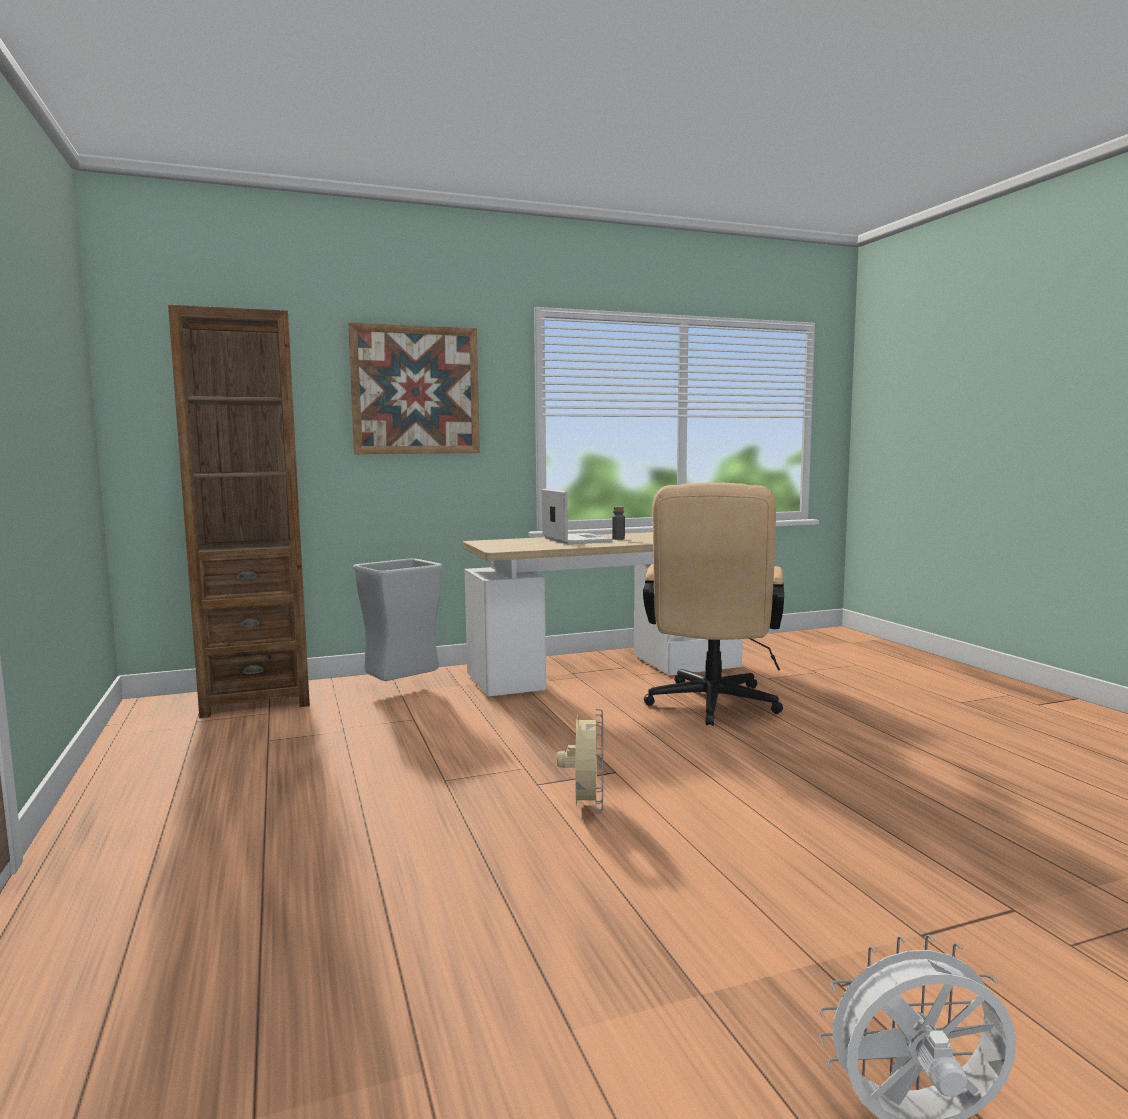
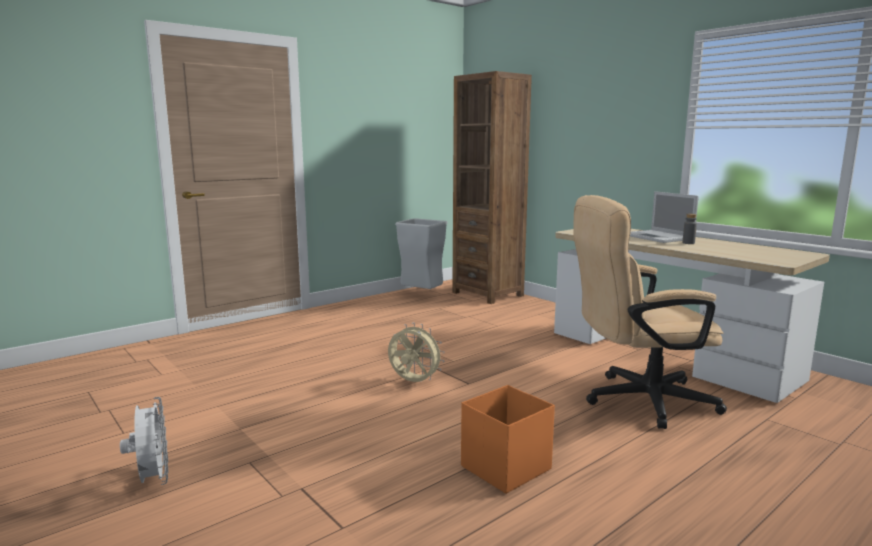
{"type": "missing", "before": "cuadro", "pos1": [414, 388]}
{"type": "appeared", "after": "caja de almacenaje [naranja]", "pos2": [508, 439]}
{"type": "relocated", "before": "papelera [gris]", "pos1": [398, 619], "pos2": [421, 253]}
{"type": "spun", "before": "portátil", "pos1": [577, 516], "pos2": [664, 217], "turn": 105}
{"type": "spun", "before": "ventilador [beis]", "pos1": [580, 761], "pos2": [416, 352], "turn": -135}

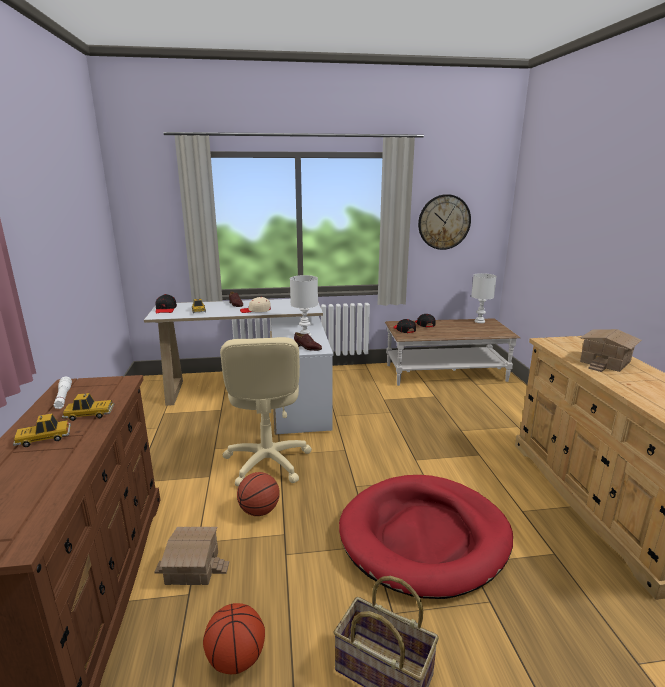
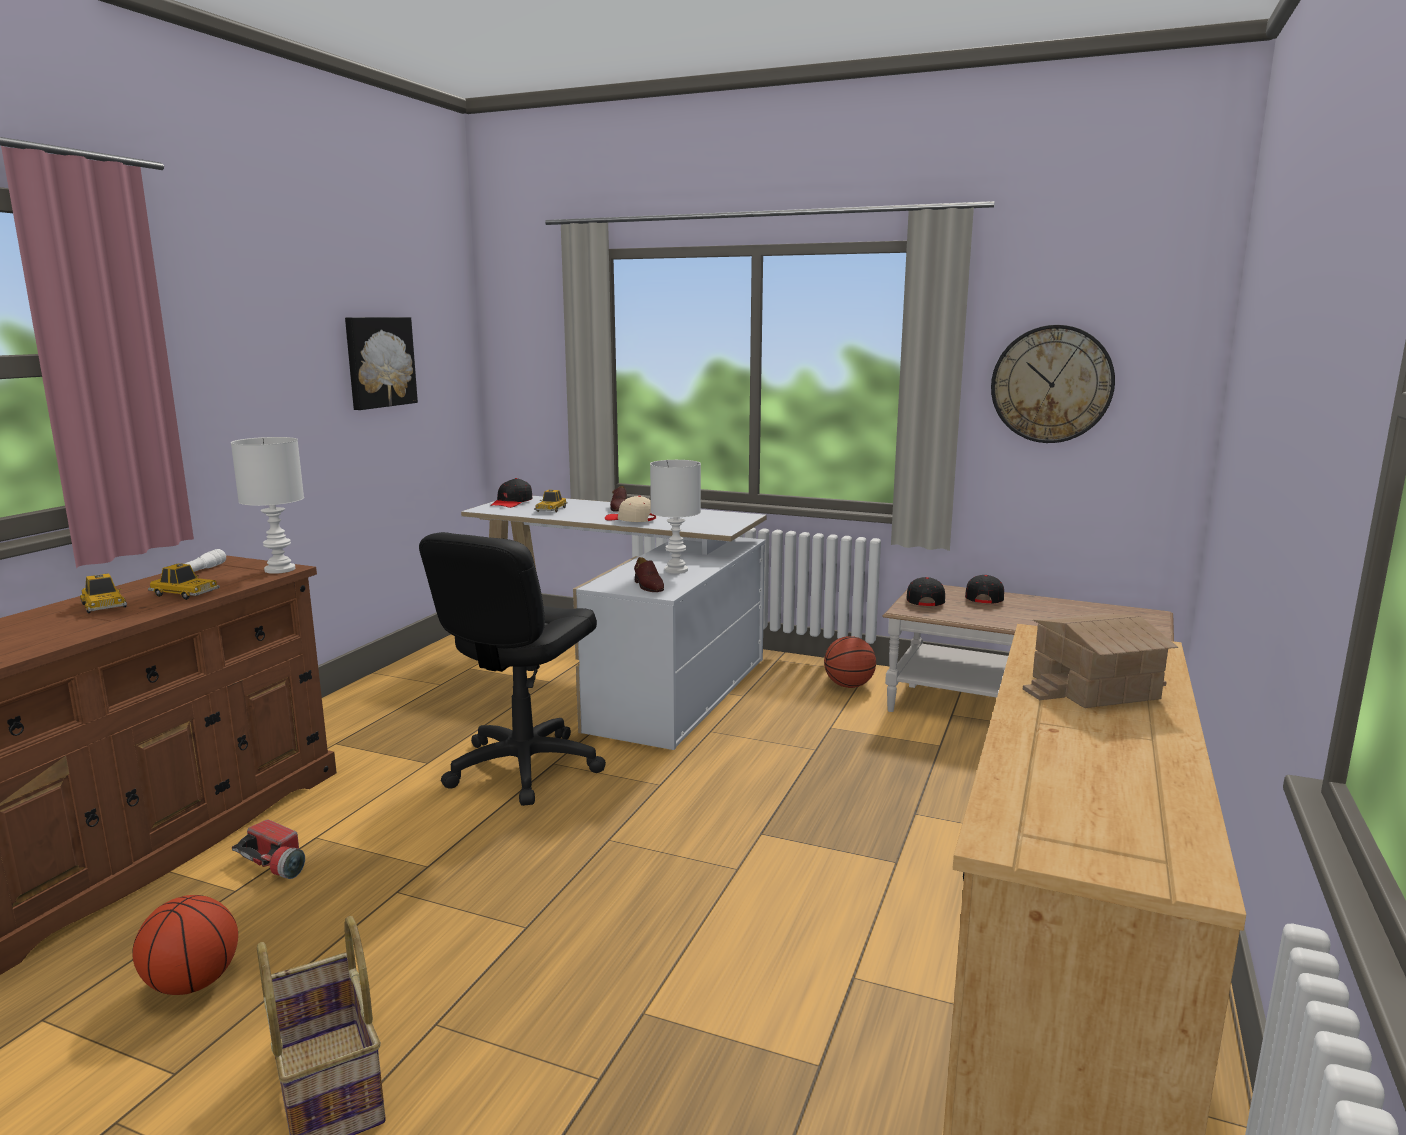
{"type": "missing", "before": "cama para perro [rojo]", "pos1": [426, 537]}
{"type": "appeared", "after": "cuadro", "pos2": [381, 363]}
{"type": "relocated", "before": "balón de baloncesto", "pos1": [258, 494], "pos2": [850, 662]}
{"type": "relocated", "before": "lámpara de mesa [blanco]", "pos1": [484, 298], "pos2": [267, 505]}
{"type": "exchanged", "before": "casita", "after": "linterna", "pos1": [191, 556], "pos2": [268, 849]}
{"type": "colour", "before": "silla de oficina [beis]", "after": "silla de oficina [negro]", "pos1": [266, 412], "pos2": [512, 669]}
{"type": "spun", "before": "coche de juguete", "pos1": [42, 430], "pos2": [103, 593], "turn": -135}

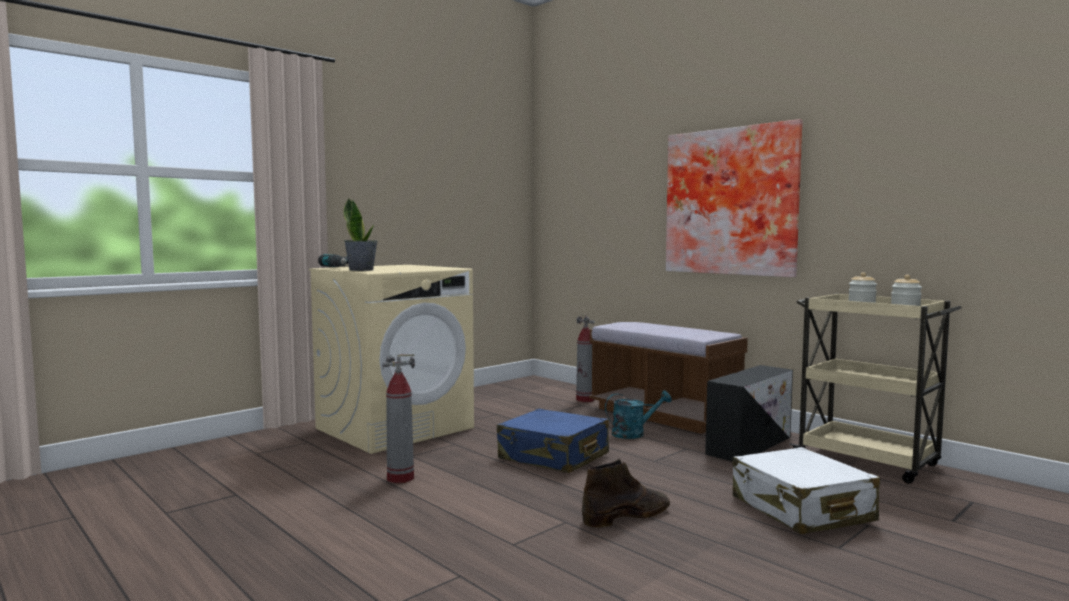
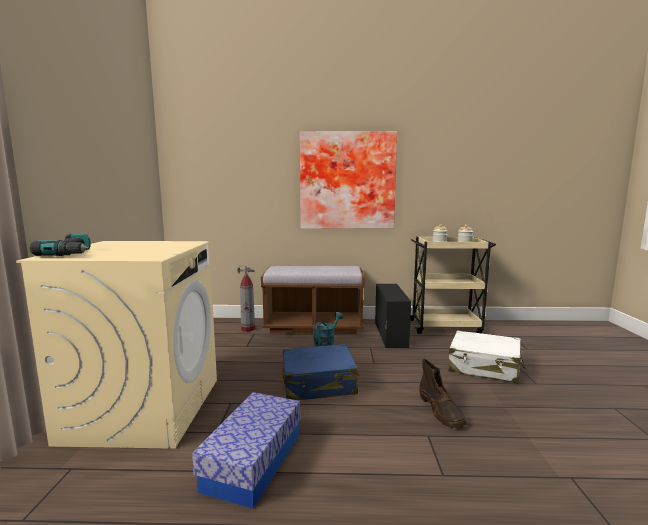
{"type": "missing", "before": "planta en maceta", "pos1": [360, 234]}
{"type": "exchanged", "before": "extintor", "after": "caja de almacenaje", "pos1": [398, 418], "pos2": [246, 450]}
{"type": "spun", "before": "bota [marrón]", "pos1": [626, 493], "pos2": [443, 393], "turn": 150}

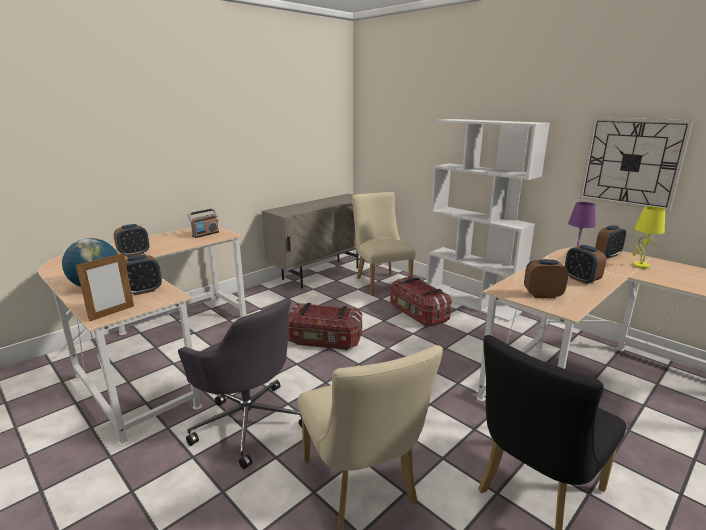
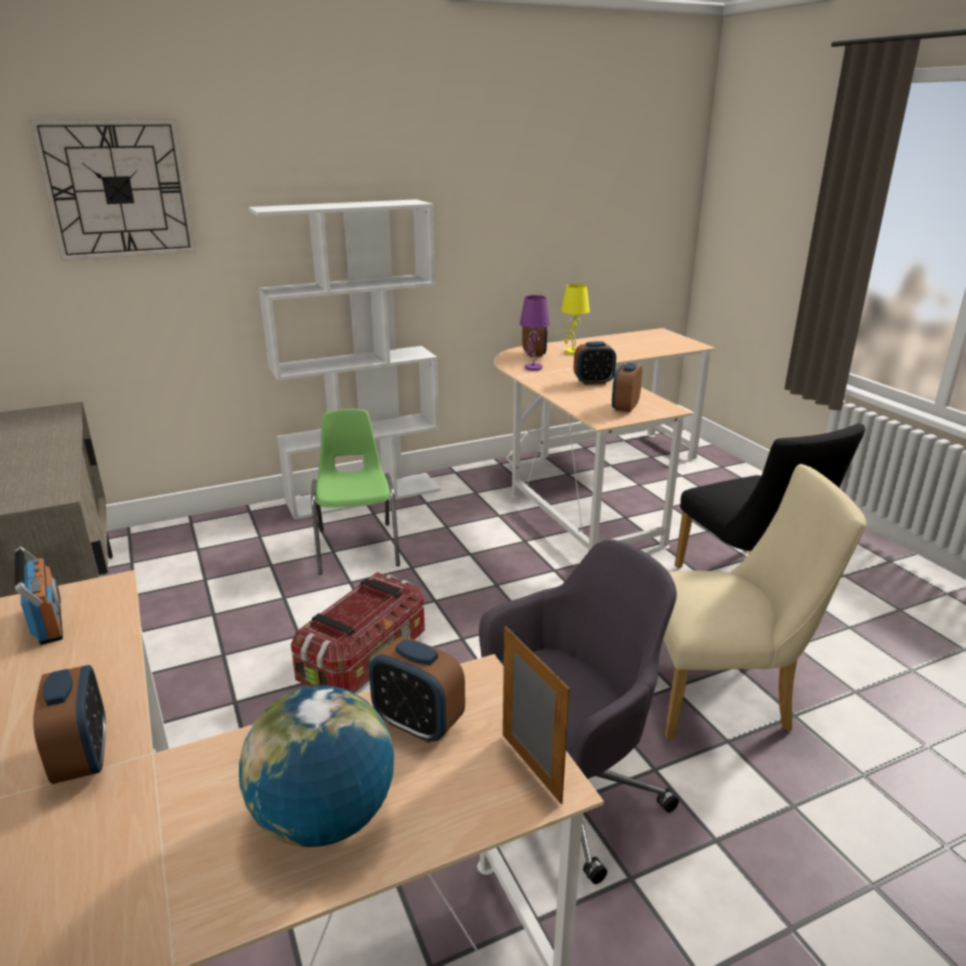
{"type": "missing", "before": "silla [beis]", "pos1": [383, 244]}
{"type": "relocated", "before": "reloj de pared", "pos1": [636, 164], "pos2": [112, 190]}
{"type": "exchanged", "before": "caja de almacenaje", "after": "silla [verde]", "pos1": [421, 301], "pos2": [355, 492]}
{"type": "spun", "before": "despertador", "pos1": [143, 275], "pos2": [417, 690], "turn": 135}

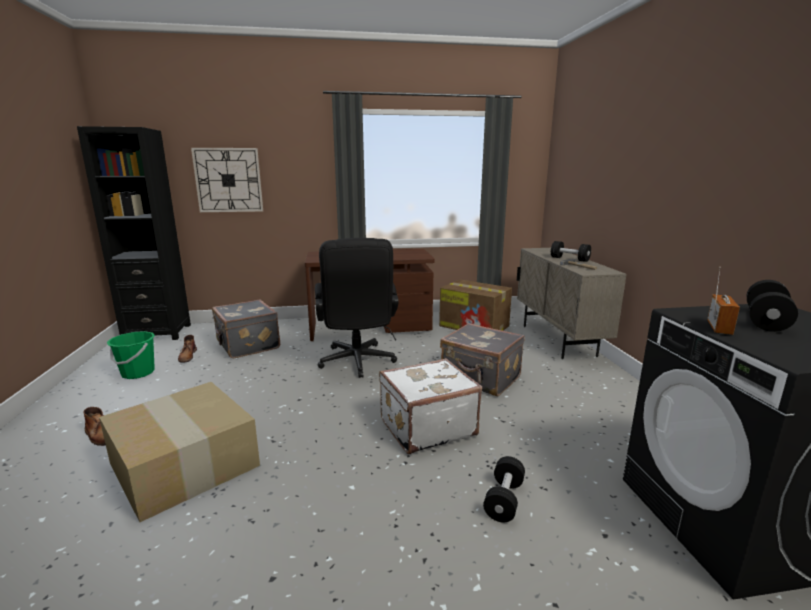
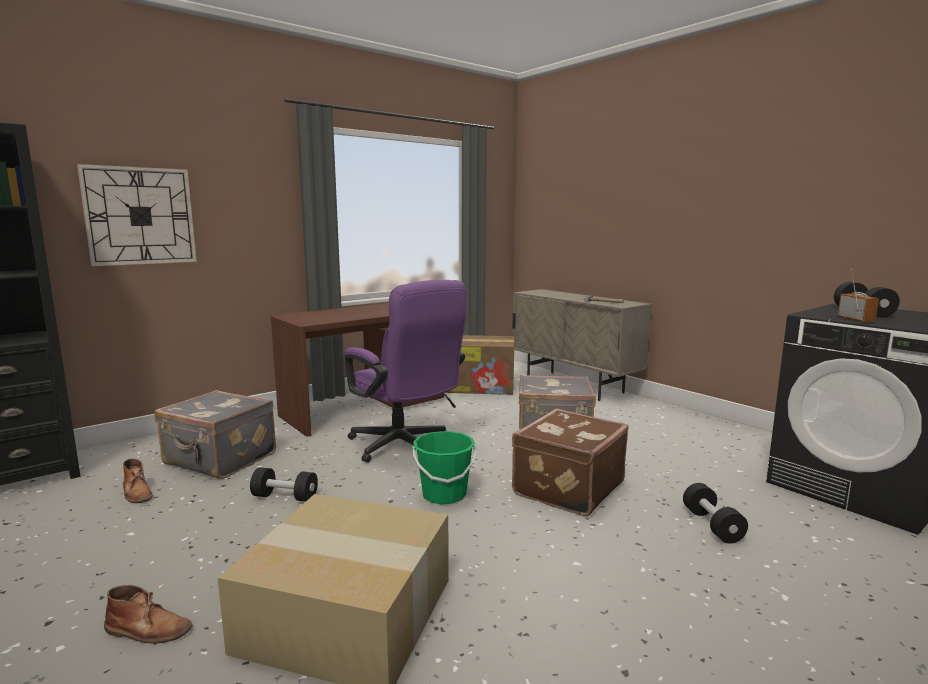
{"type": "relocated", "before": "cubo [verde]", "pos1": [131, 355], "pos2": [444, 468]}
{"type": "relocated", "before": "mancuerna [negro]", "pos1": [571, 251], "pos2": [284, 484]}
{"type": "colour", "before": "silla de oficina [negro]", "after": "silla de oficina [morado]", "pos1": [357, 308], "pos2": [406, 371]}
{"type": "colour", "before": "maleta [blanco]", "after": "maleta [marrón]", "pos1": [430, 406], "pos2": [570, 462]}

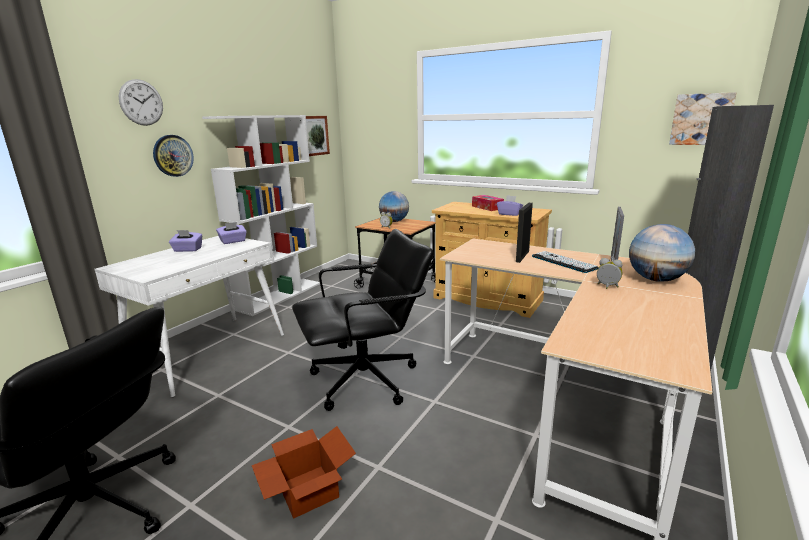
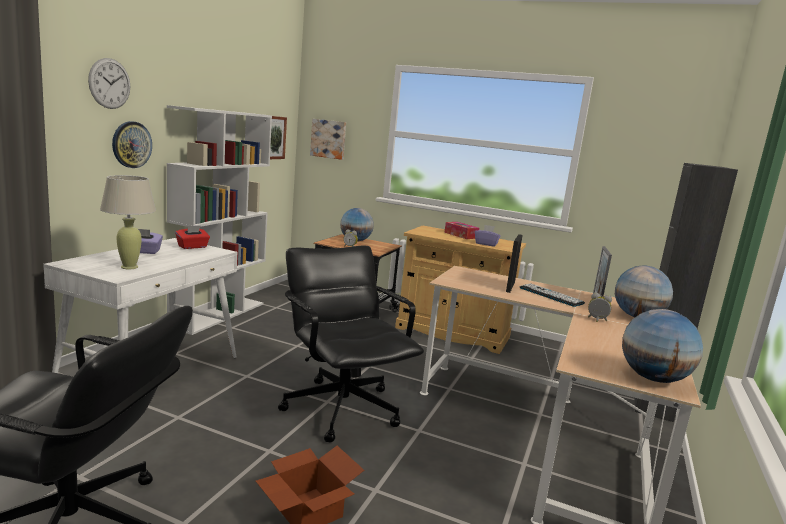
{"type": "appeared", "after": "lámpara de mesa [beis]", "pos2": [128, 222]}
{"type": "appeared", "after": "globo terráqueo", "pos2": [662, 346]}
{"type": "relocated", "before": "cuadro", "pos1": [703, 118], "pos2": [328, 139]}
{"type": "colour", "before": "caja de pañuelos [morado]", "after": "caja de pañuelos [rojo]", "pos1": [231, 233], "pos2": [192, 237]}
{"type": "spun", "before": "silla de oficina [negro]", "pos1": [363, 320], "pos2": [351, 344], "turn": -90}

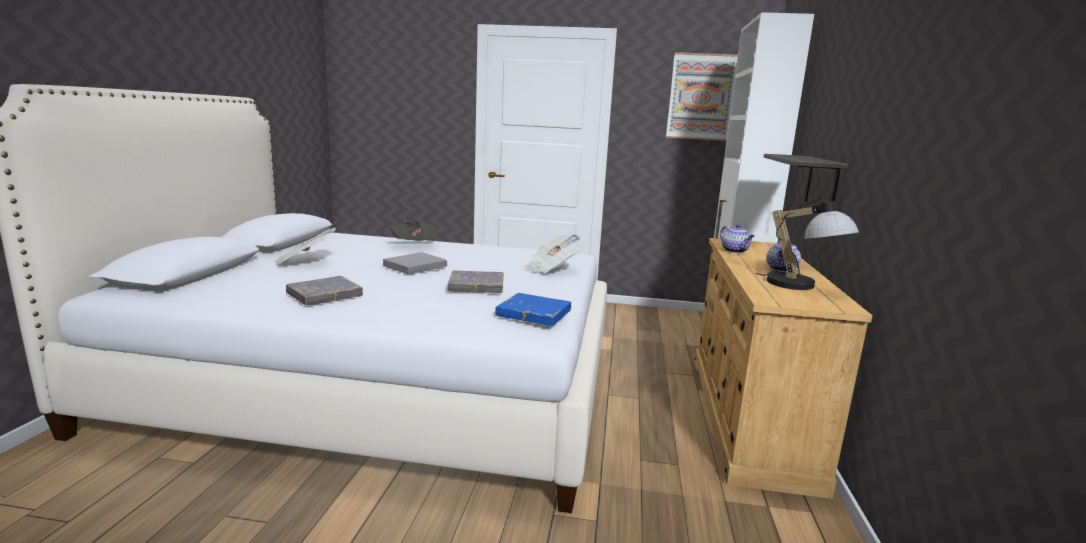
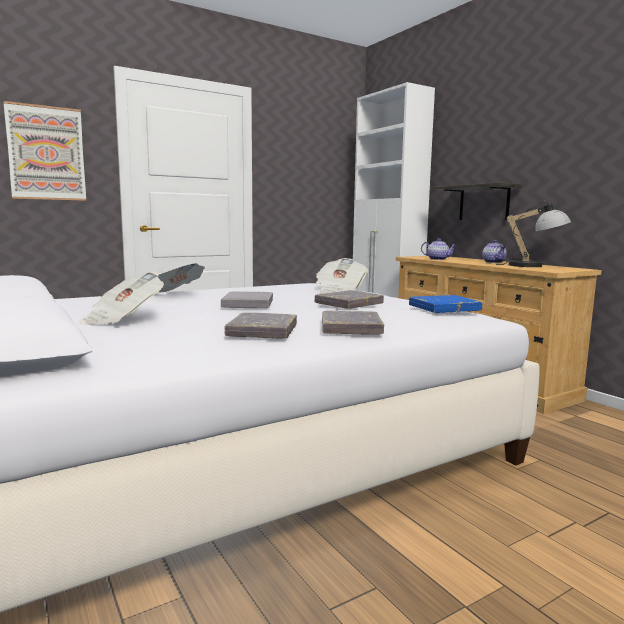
{"type": "appeared", "after": "libro [gris]", "pos2": [353, 323]}
{"type": "relocated", "before": "cuadro", "pos1": [702, 96], "pos2": [45, 151]}

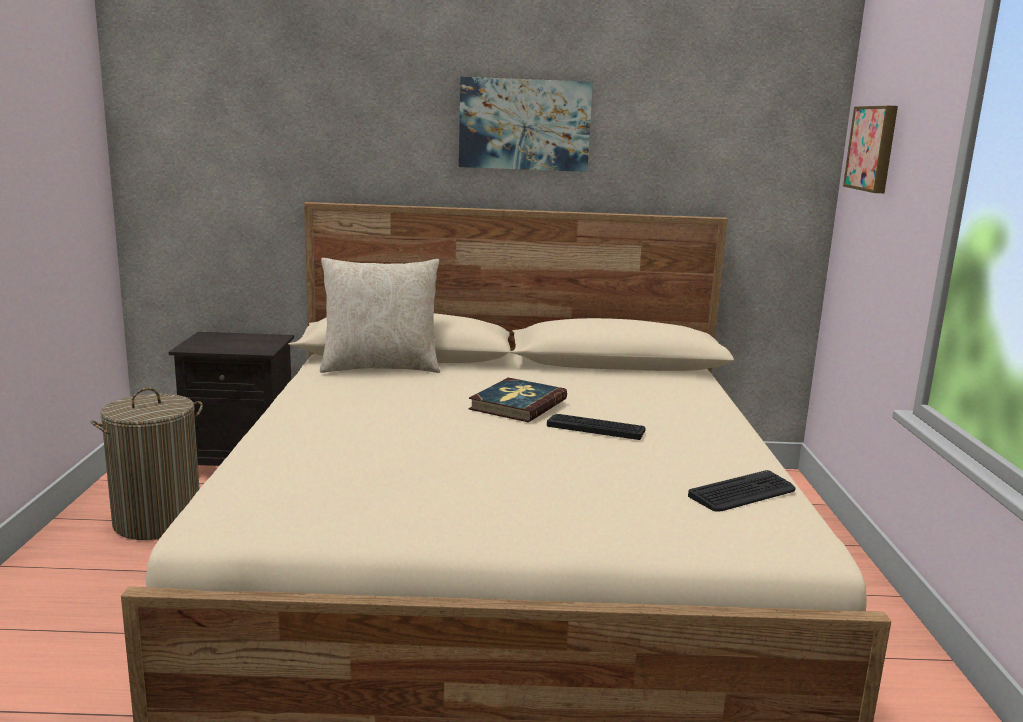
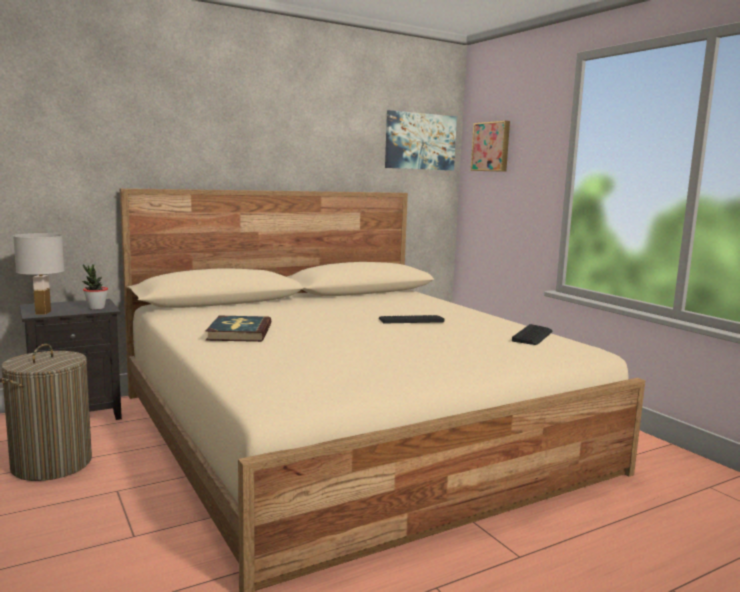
{"type": "missing", "before": "cojín [beis]", "pos1": [380, 315]}
{"type": "appeared", "after": "lámpara de mesa [blanco]", "pos2": [38, 273]}
{"type": "appeared", "after": "planta en maceta", "pos2": [95, 287]}
{"type": "relocated", "before": "cuadro", "pos1": [526, 124], "pos2": [421, 140]}
{"type": "relocated", "before": "libro", "pos1": [518, 400], "pos2": [238, 329]}

